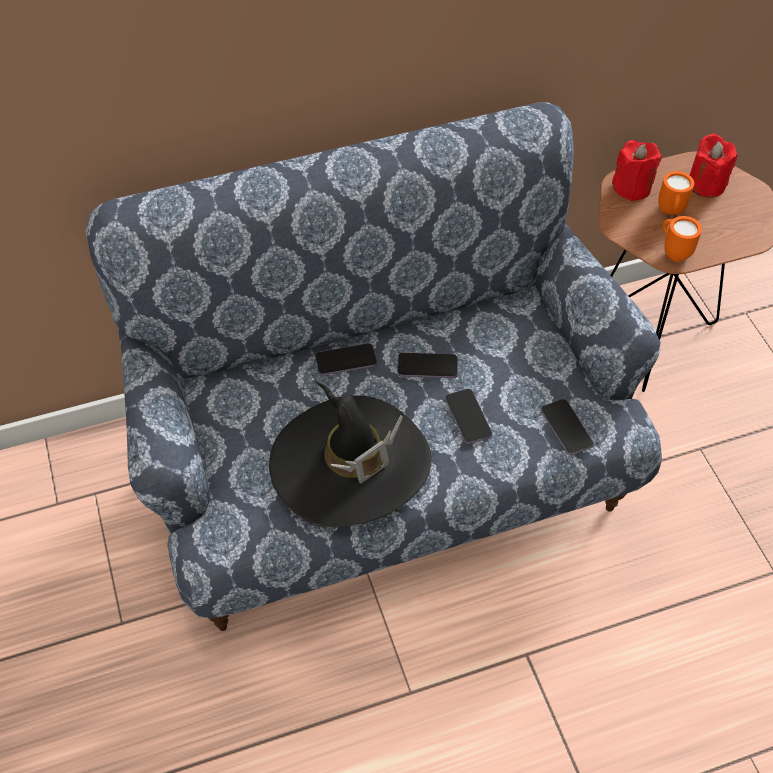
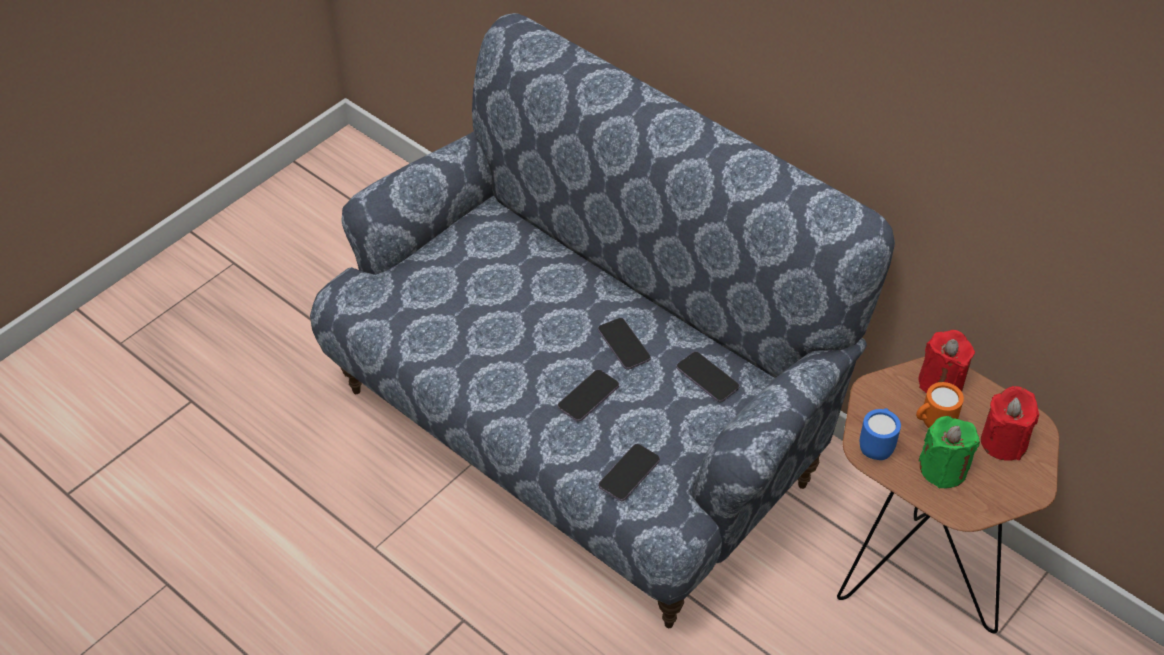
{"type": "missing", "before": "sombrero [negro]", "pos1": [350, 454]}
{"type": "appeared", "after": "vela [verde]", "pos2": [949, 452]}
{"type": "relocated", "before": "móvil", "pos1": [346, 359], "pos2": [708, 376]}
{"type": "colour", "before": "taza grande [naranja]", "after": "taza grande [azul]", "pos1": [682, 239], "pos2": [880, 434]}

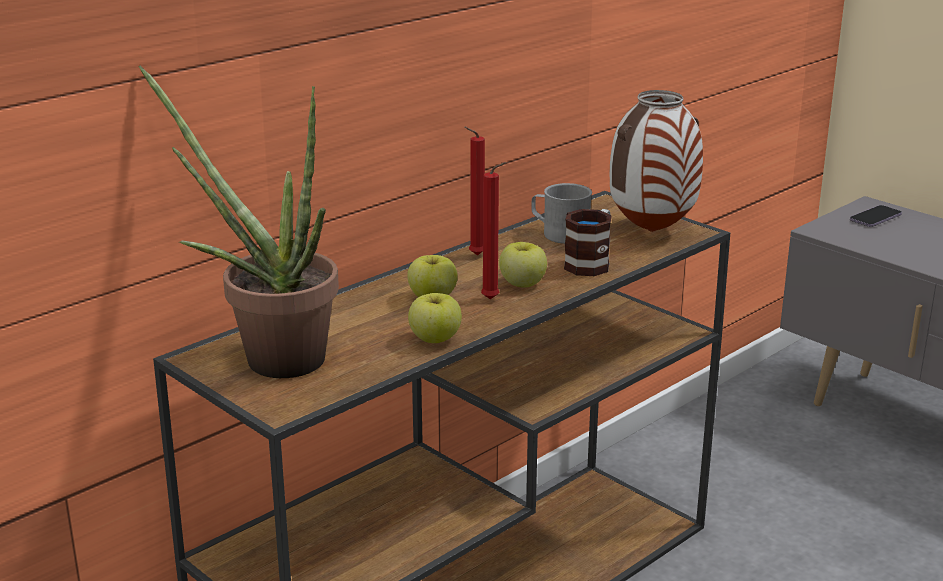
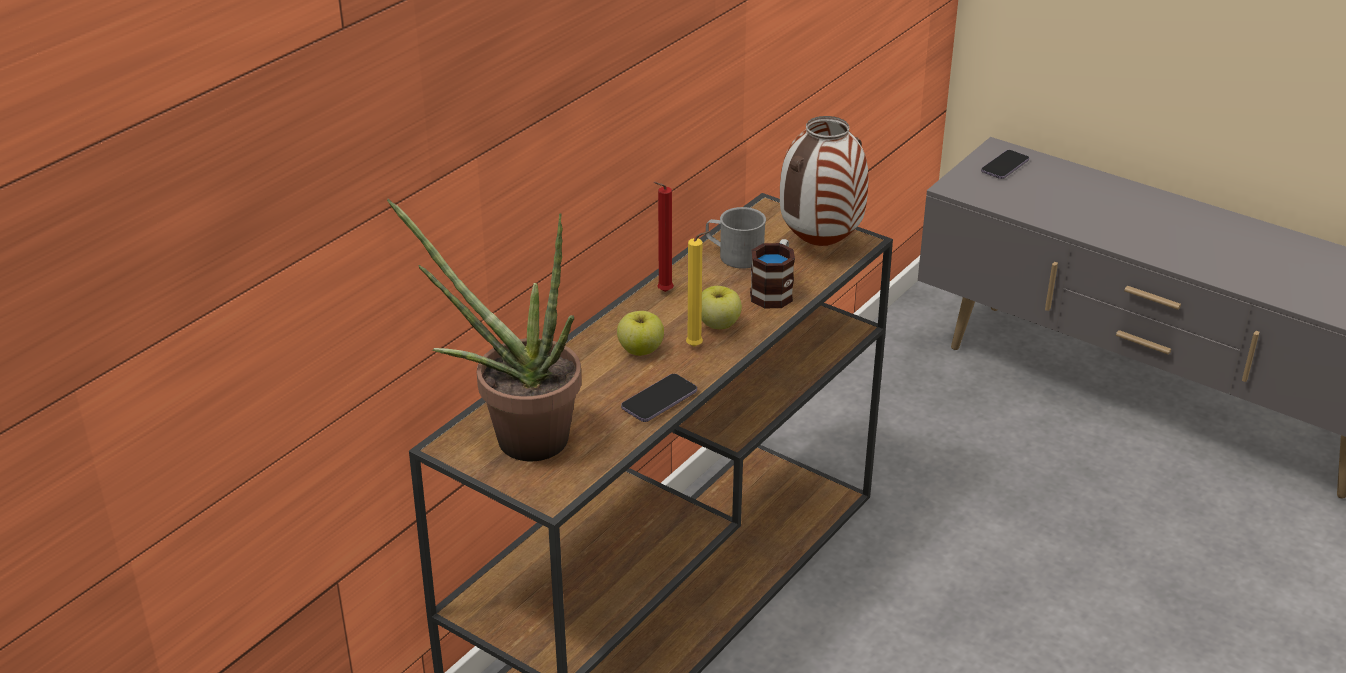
{"type": "exchanged", "before": "manzana", "after": "móvil", "pos1": [435, 318], "pos2": [659, 398]}
{"type": "colour", "before": "vela [rojo]", "after": "vela [amarillo]", "pos1": [493, 230], "pos2": [698, 289]}

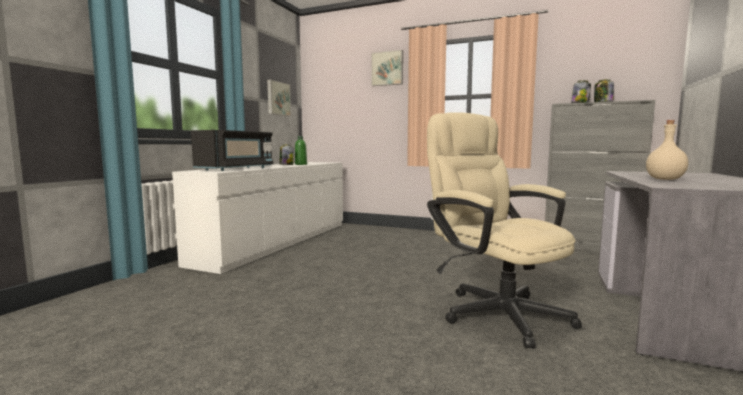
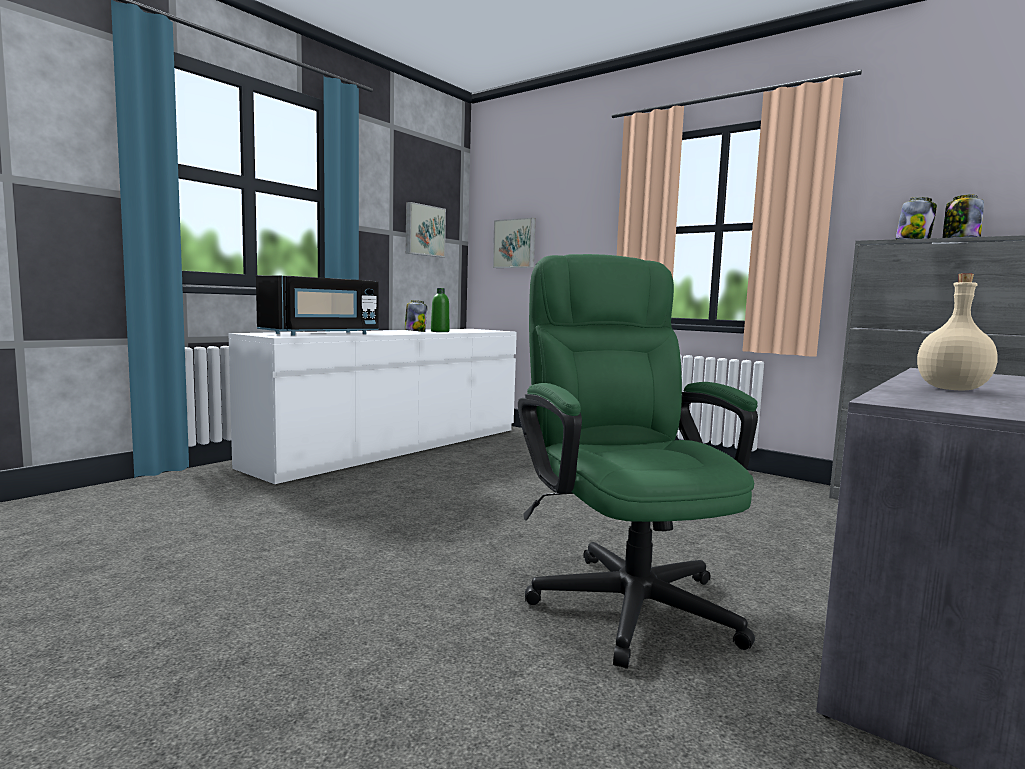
{"type": "relocated", "before": "cuadro", "pos1": [387, 68], "pos2": [514, 243]}
{"type": "colour", "before": "silla de oficina [beis]", "after": "silla de oficina [verde]", "pos1": [504, 230], "pos2": [638, 461]}

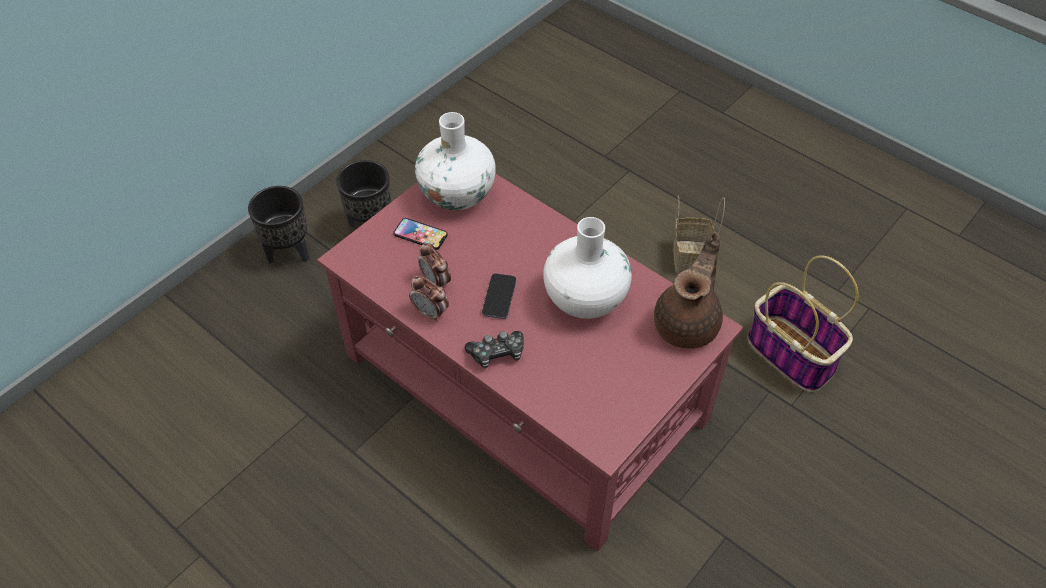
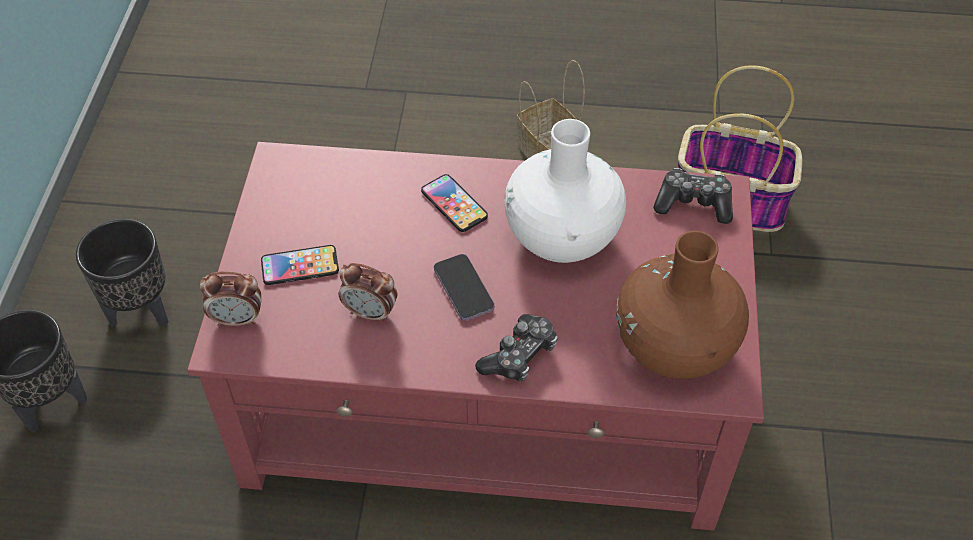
{"type": "missing", "before": "florero [blanco]", "pos1": [455, 161]}
{"type": "appeared", "after": "móvil", "pos2": [454, 203]}
{"type": "appeared", "after": "florero [marrón]", "pos2": [682, 305]}
{"type": "relocated", "before": "despertador", "pos1": [429, 299], "pos2": [230, 298]}
{"type": "exchanged", "before": "tetera [marrón]", "after": "mando de consola", "pos1": [688, 290], "pos2": [693, 196]}

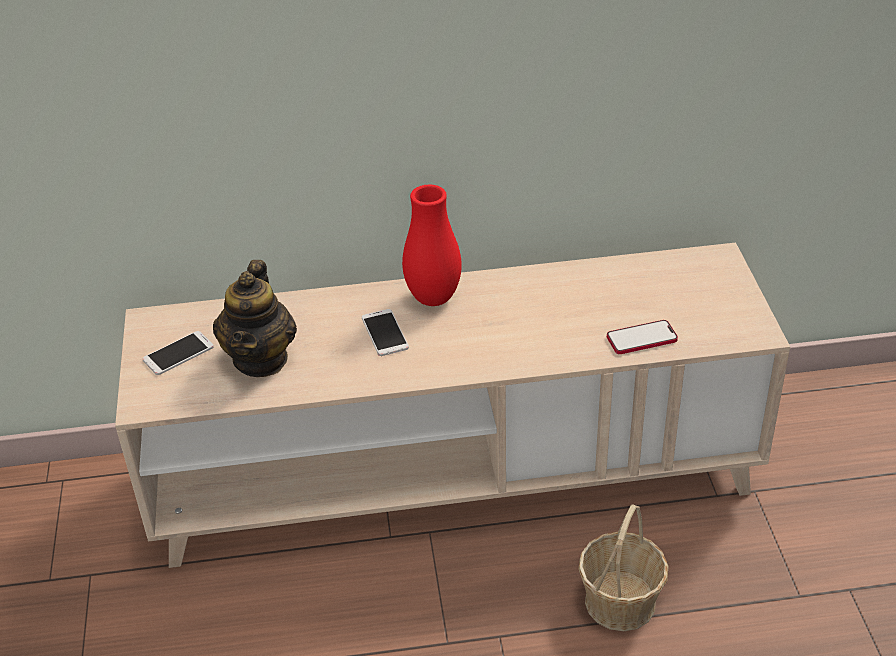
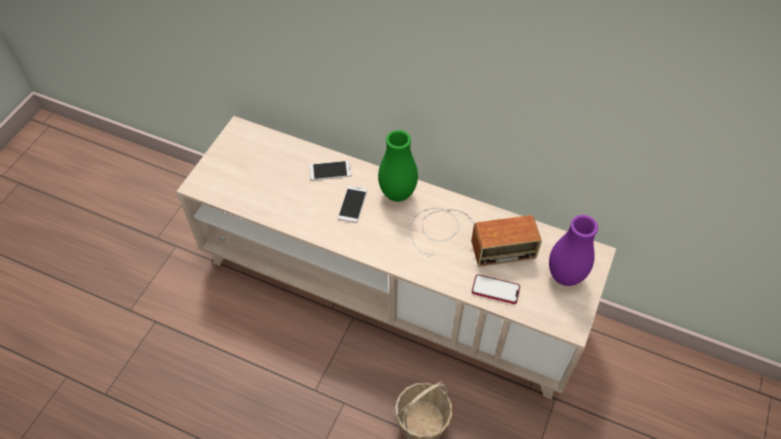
{"type": "missing", "before": "tetera", "pos1": [255, 318]}
{"type": "appeared", "after": "radio", "pos2": [476, 237]}
{"type": "appeared", "after": "florero [morado]", "pos2": [573, 250]}
{"type": "relocated", "before": "móvil", "pos1": [178, 353], "pos2": [330, 171]}
{"type": "colour", "before": "florero [rojo]", "after": "florero [verde]", "pos1": [432, 245], "pos2": [398, 166]}

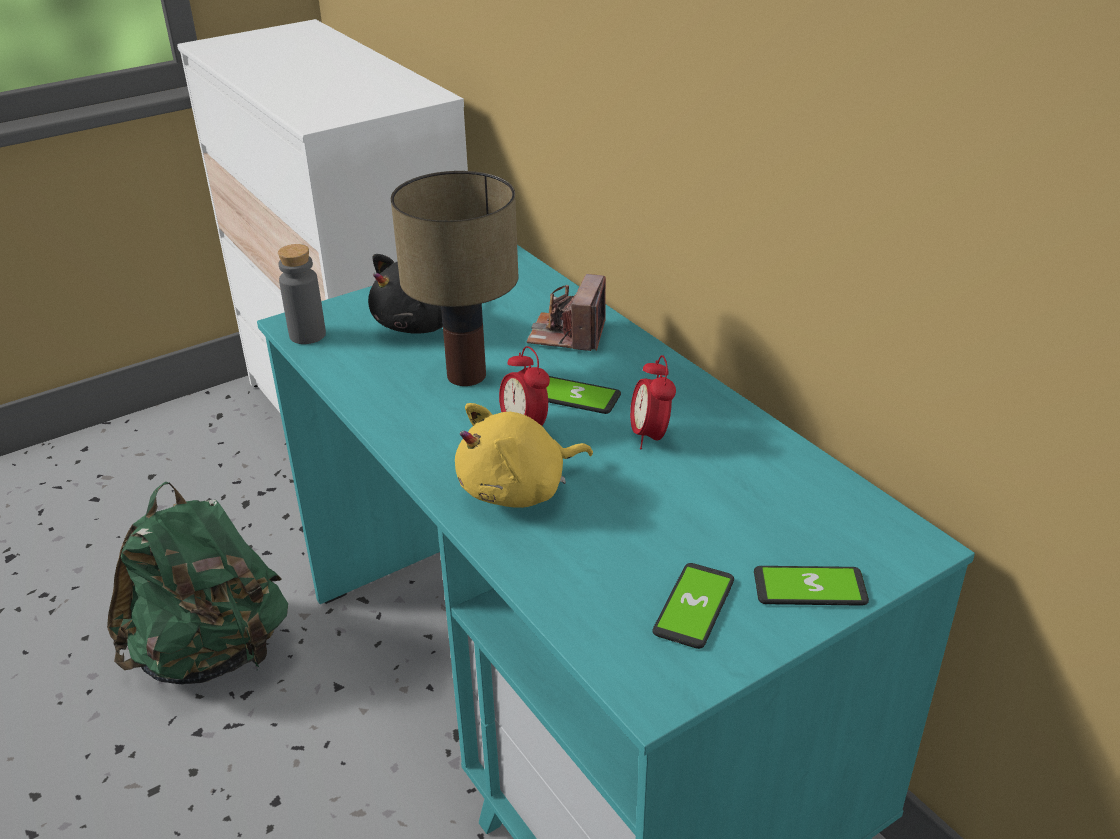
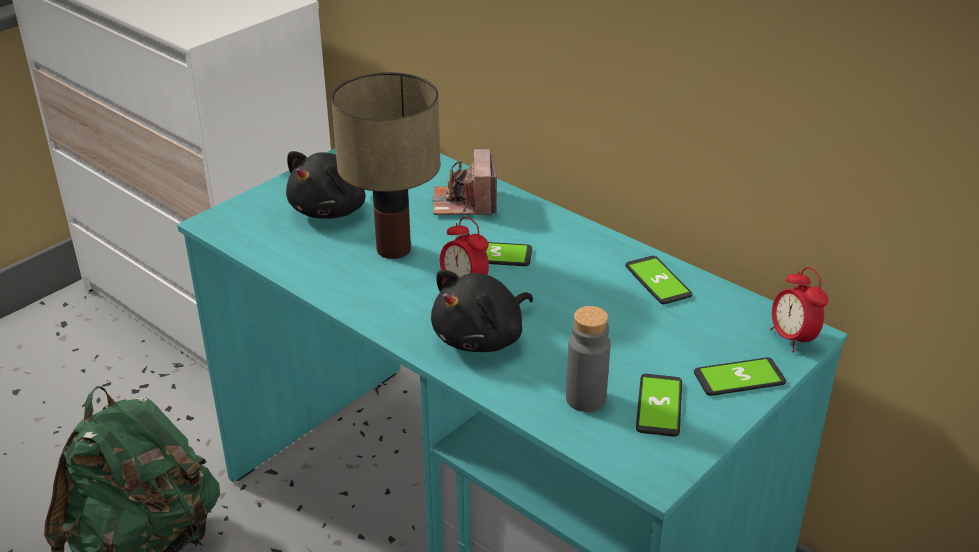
{"type": "appeared", "after": "móvil", "pos2": [658, 280]}
{"type": "relocated", "before": "botella [gris]", "pos1": [302, 294], "pos2": [588, 359]}
{"type": "relocated", "before": "despertador", "pos1": [653, 402], "pos2": [799, 309]}
{"type": "colour", "before": "peluche [amarillo]", "after": "peluche [negro]", "pos1": [524, 455], "pos2": [482, 311]}

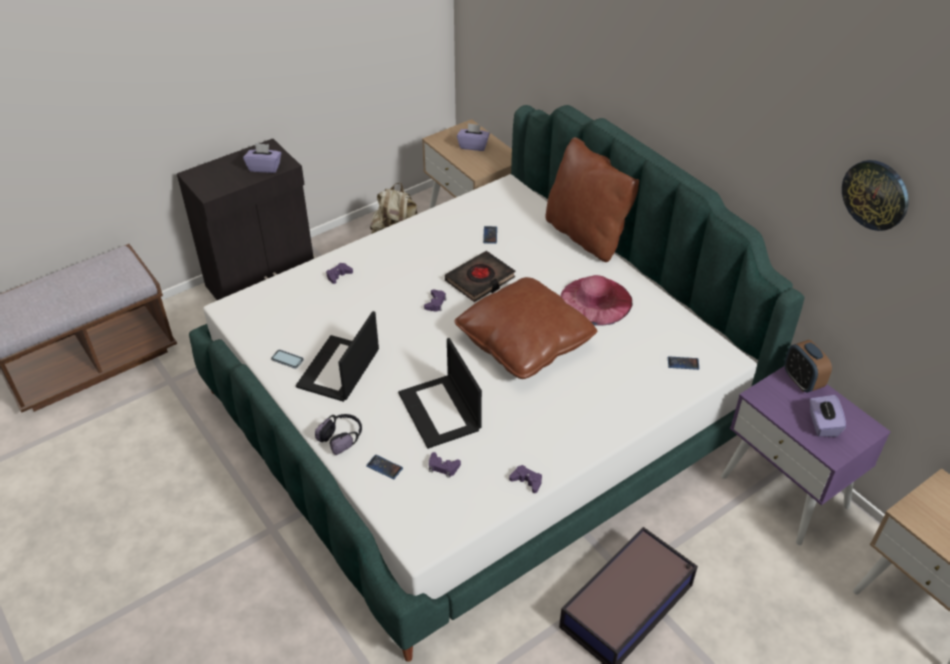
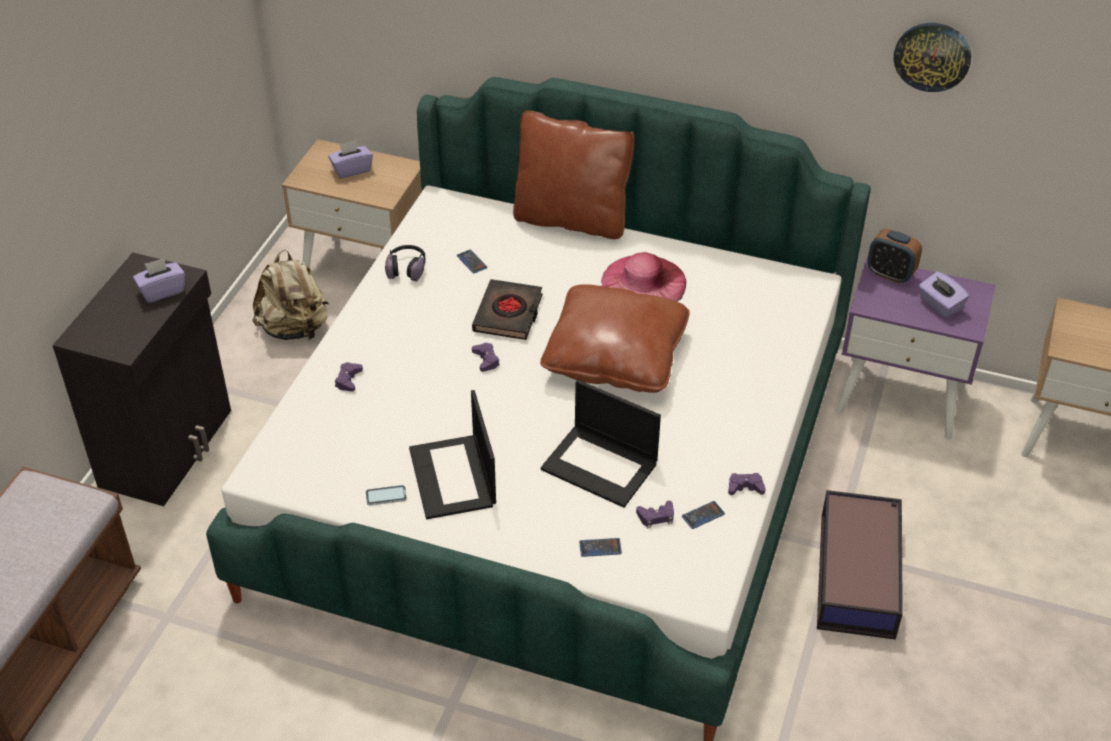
{"type": "relocated", "before": "auriculares", "pos1": [338, 434], "pos2": [405, 263]}
{"type": "relocated", "before": "móvil", "pos1": [683, 363], "pos2": [703, 515]}

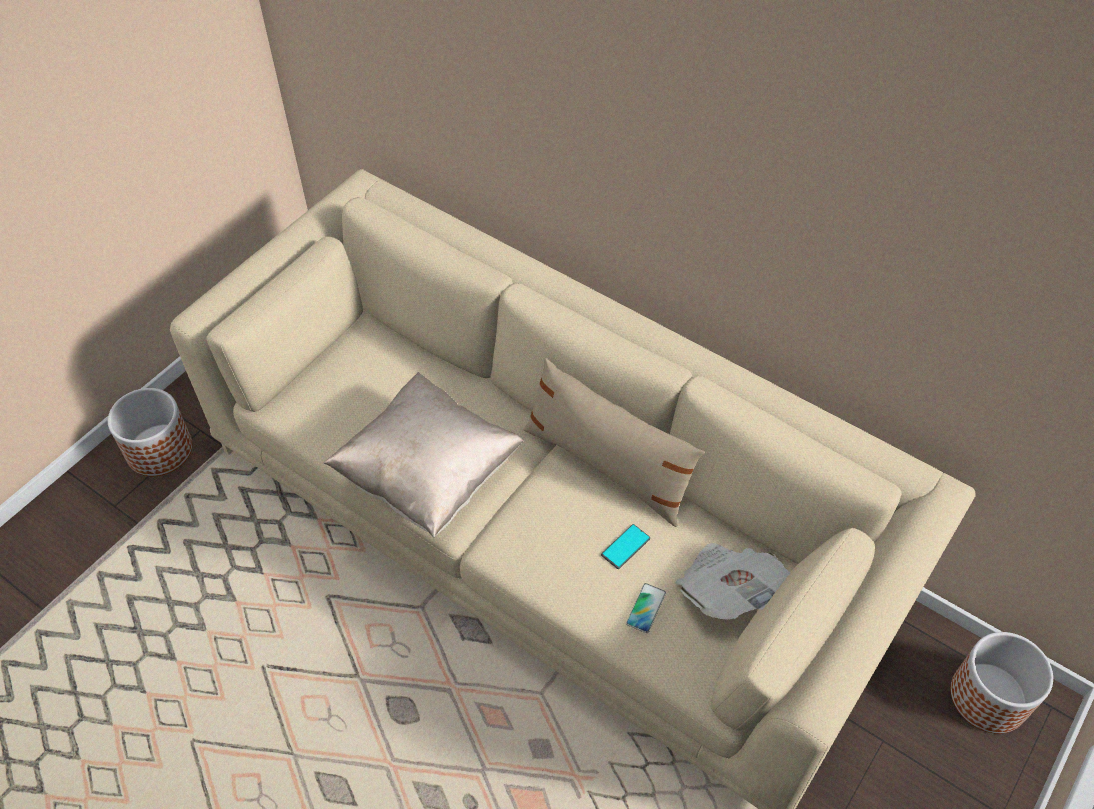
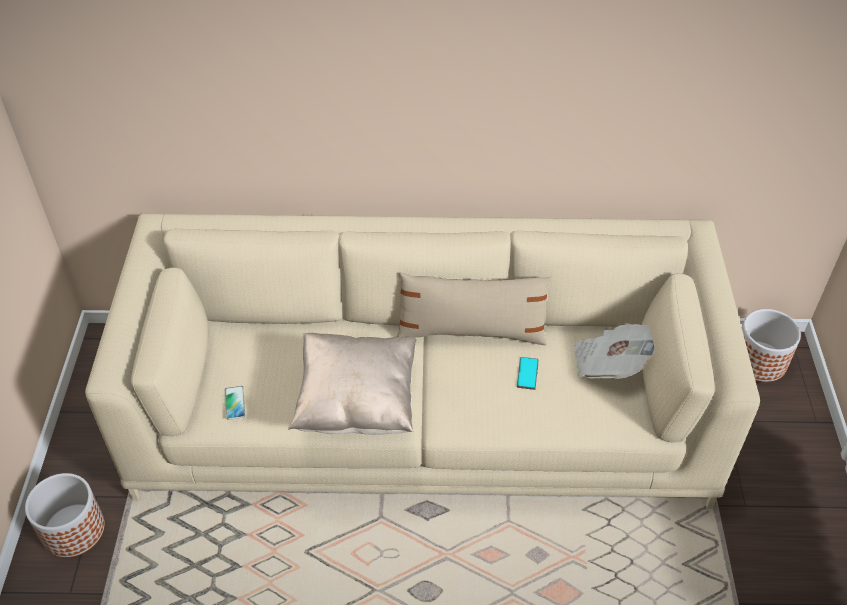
{"type": "relocated", "before": "móvil", "pos1": [646, 608], "pos2": [235, 403]}

